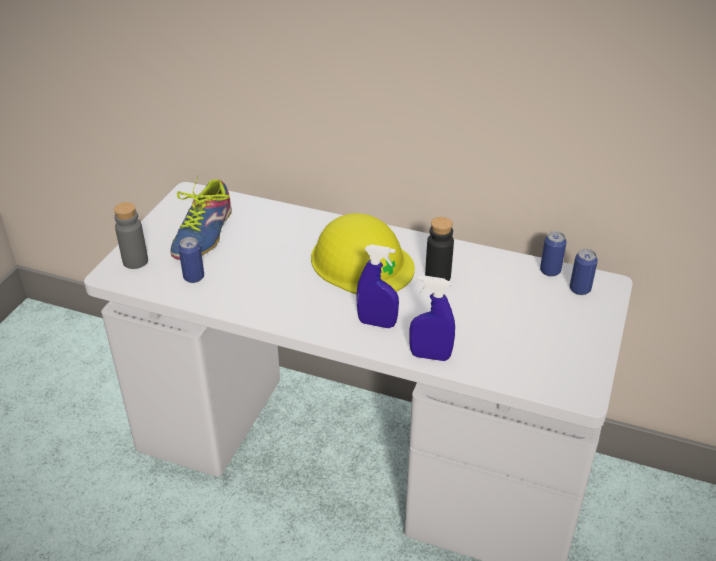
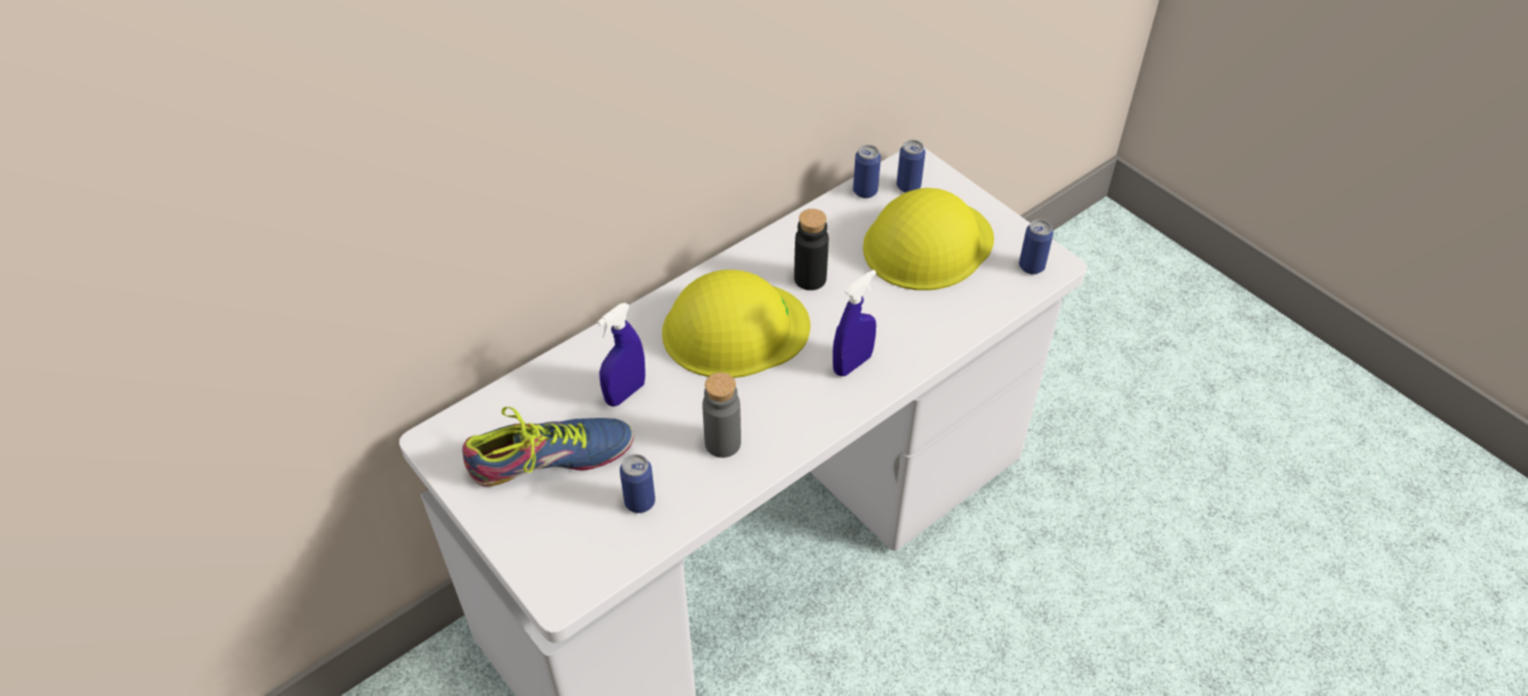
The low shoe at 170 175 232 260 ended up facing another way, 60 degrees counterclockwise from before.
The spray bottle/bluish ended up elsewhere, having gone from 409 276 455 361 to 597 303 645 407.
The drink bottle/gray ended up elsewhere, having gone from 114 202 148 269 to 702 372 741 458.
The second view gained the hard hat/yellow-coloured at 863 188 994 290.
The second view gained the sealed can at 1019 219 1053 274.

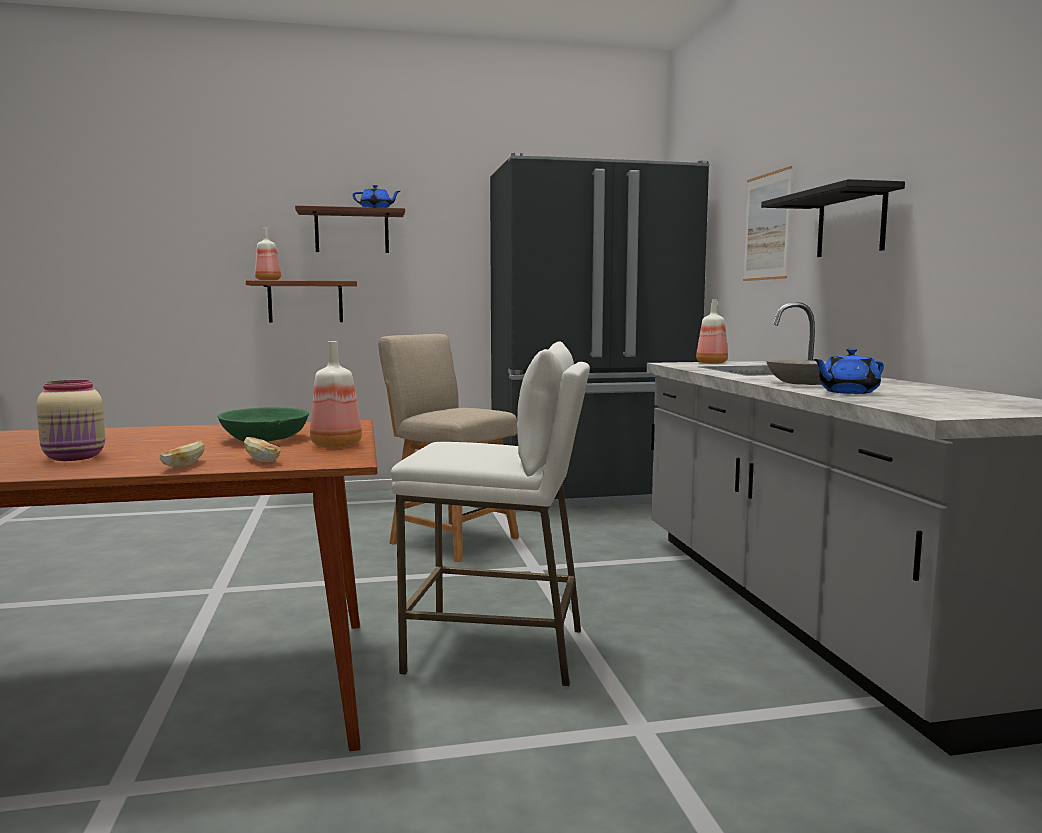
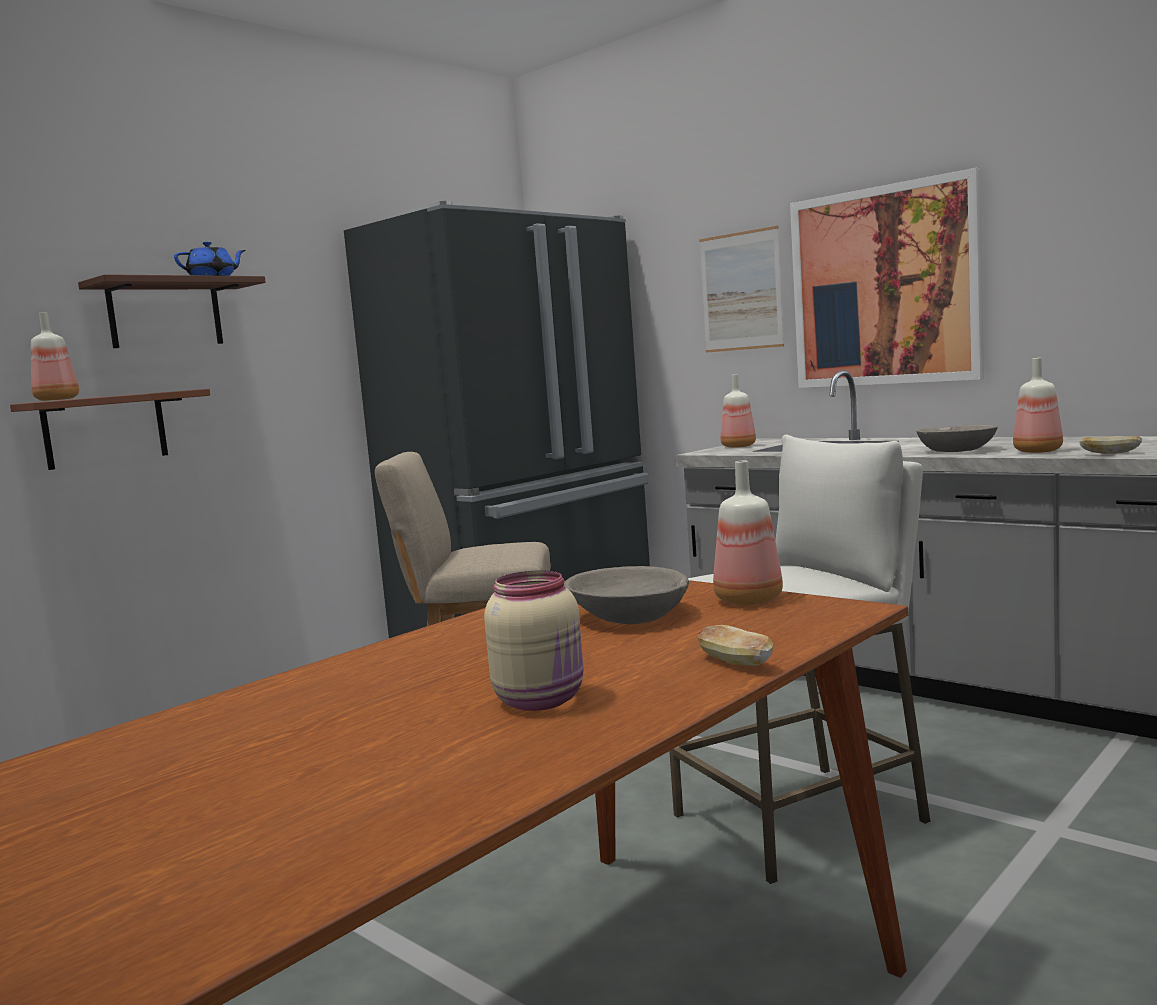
What was the bowl/green at 218 407 309 442 turned into the bowl/gray at 564 566 689 624.
Where the wall shelf/blackish hung at 761 179 905 257, the wall picture came to hang at 790 168 984 388.
Where the pot for tea/bluish stood at 813 348 884 394, the drink bottle came to stand at 1013 358 1063 453.
The bakery bread ended up elsewhere, having gone from 244 437 281 462 to 1079 436 1142 454.

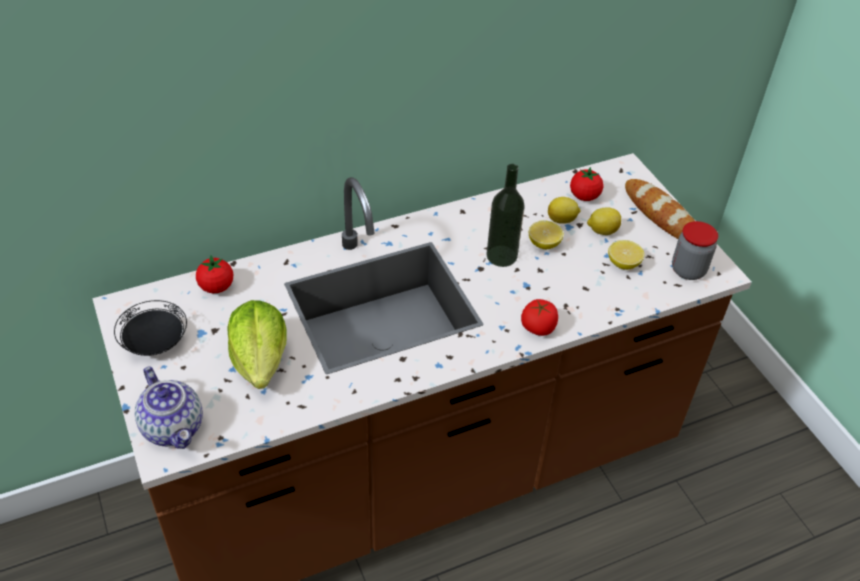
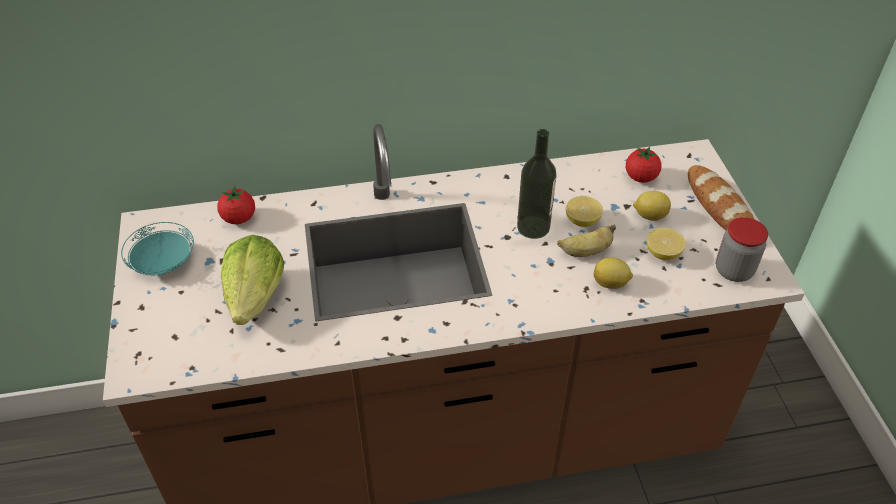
What was the dinner plate/blackish at 114 300 187 356 turned into the dinner plate/blue-green at 121 222 194 275.
The second view gained the whole banana at 557 224 616 257.
The citrus fruit ended up elsewhere, having gone from 548 197 580 224 to 594 257 633 289.
The second view lost the pot for tea at 135 367 203 449.
The second view lost the whole tomato at 521 299 558 336.

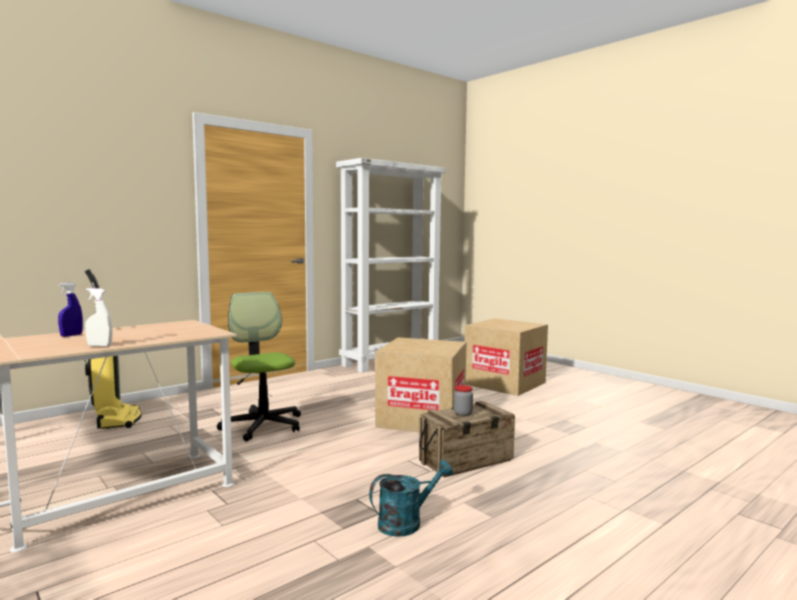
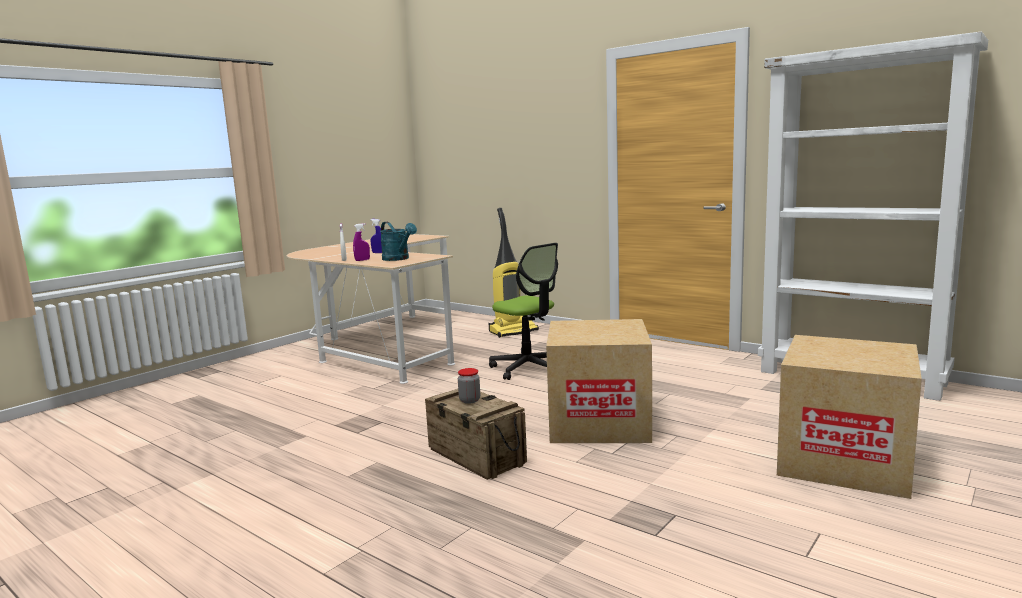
The second view gained the spray bottle/purple-coloured at 353 223 370 261.
The watering pot/blue-green ended up elsewhere, having gone from 369 460 453 537 to 380 222 417 261.
The desk chair at 217 292 301 441 ended up facing another way, 90 degrees clockwise from before.

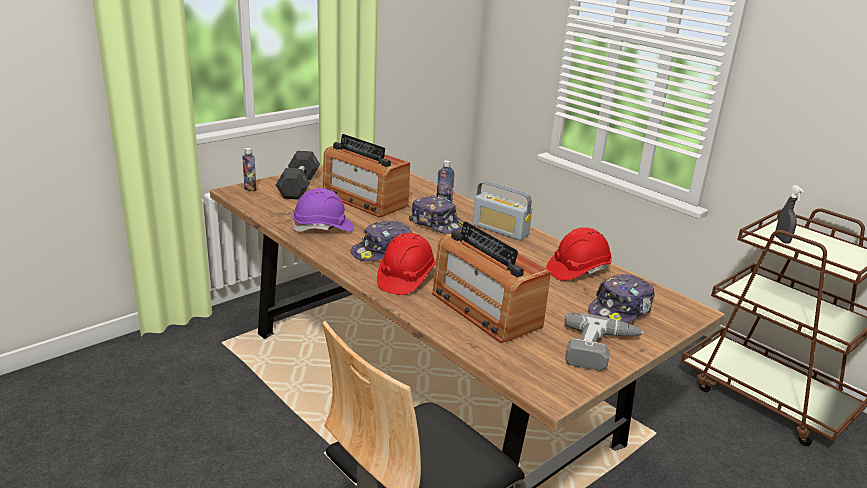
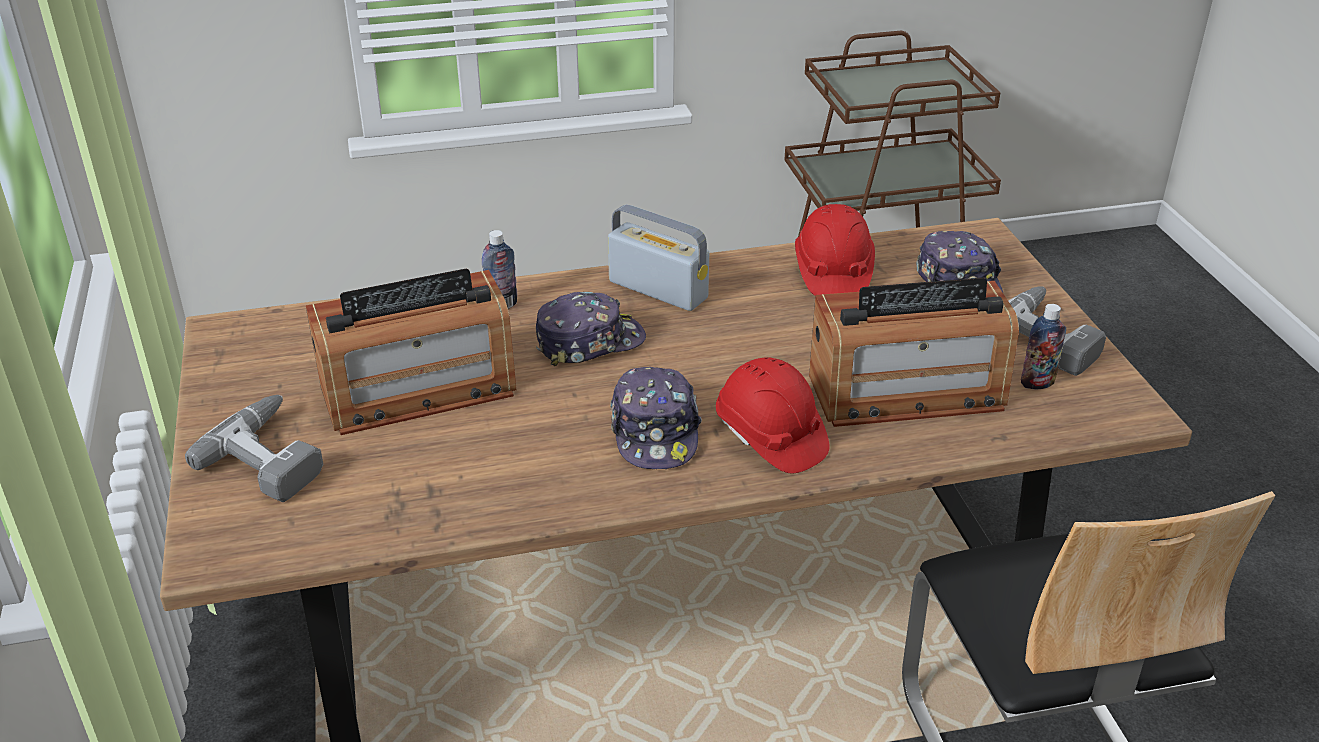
Where the dumbbell/gray stood at 276 150 320 200, the electric drill came to stand at 185 395 323 502.
The radio receiver at 473 181 532 240 ended up facing another way, 120 degrees counterclockwise from before.
The drink bottle ended up elsewhere, having gone from 242 148 256 192 to 1021 304 1066 389.
The second view lost the hard hat/purple-coloured at 292 188 354 232.
The second view lost the spray bottle/gray at 775 185 804 244.

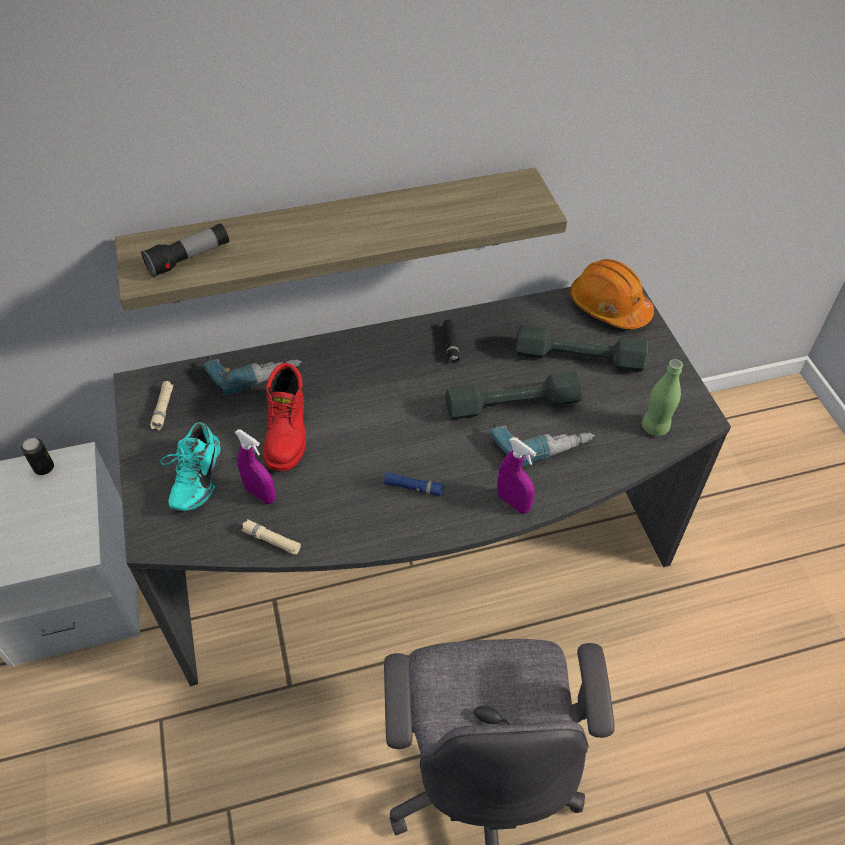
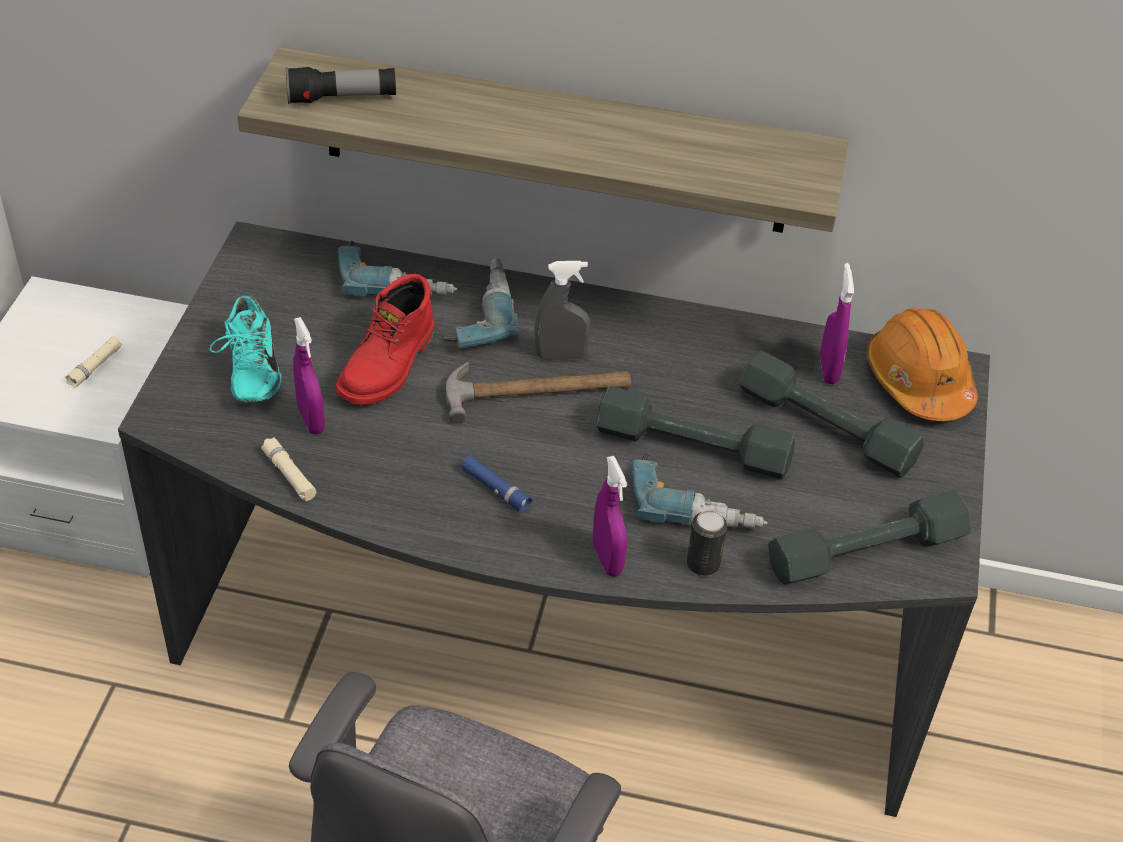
The torch/beige-coloured ended up elsewhere, having gone from 150 381 173 430 to 65 336 122 388.
The low shoe/blue-green at 160 422 221 511 ended up facing another way, 45 degrees counterclockwise from before.
The second view gained the electric drill at 444 258 518 349.
The second view gained the hand hammer at 446 362 631 423.
The second view gained the spray bottle/gray at 535 261 591 360.
The sealed can ended up elsewhere, having gone from 21 438 54 475 to 686 510 727 576.
Where the drink bottle/green stood at 642 359 683 436, the dumbbell/gray came to stand at 768 490 971 584.
The second view gained the spray bottle/purple-coloured at 820 263 854 384.
The second view lost the torch/blackish at 443 319 460 364.

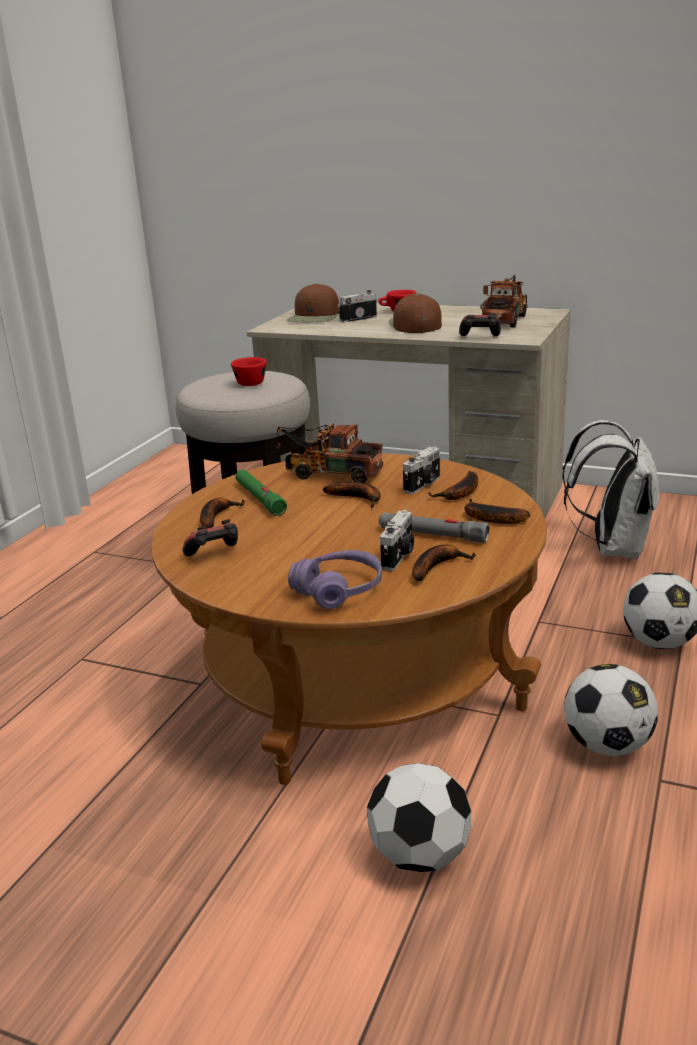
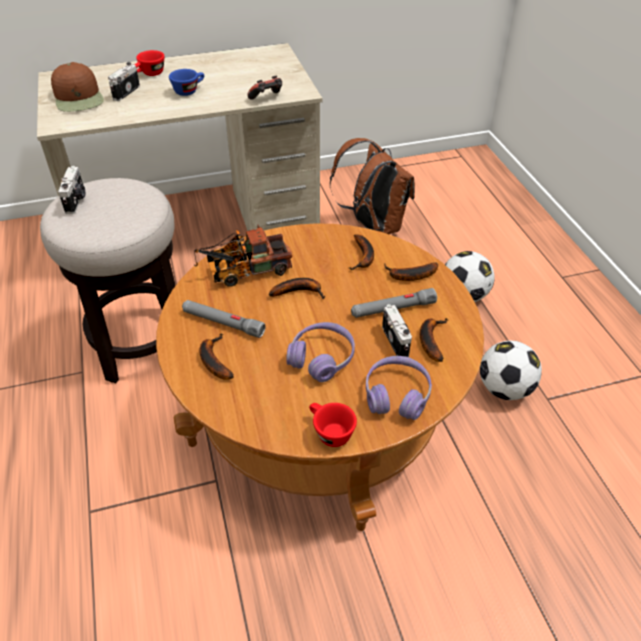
The still camera ended up elsewhere, having gone from 403 447 440 495 to 58 166 85 214.
Where the peaked cap/brownish stood at 388 294 442 333, the small cup/bluish came to stand at 169 69 204 96.
What was the torch/green at 235 470 287 516 turned into the torch/gray at 182 300 265 338.
The second view gained the headphones/purple-coloured at 286 322 355 382.
The small cup/reddish ended up elsewhere, having gone from 231 357 267 386 to 309 403 357 447.
What was the rucksack/white at 562 420 659 559 turned into the rucksack/brownish at 330 138 415 234.
The second view lost the gamepad at 183 519 238 556.
The second view lost the ball for football at 367 763 471 872.
The second view lost the toy truck at 480 275 528 327.

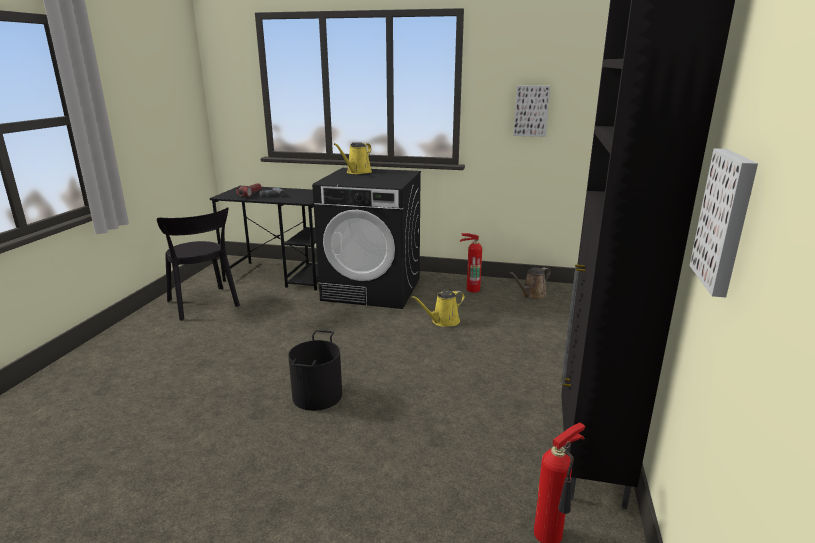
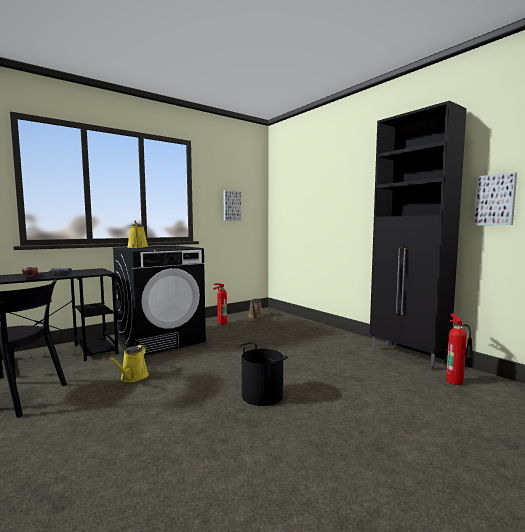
The watering pot/yellow-coloured ended up elsewhere, having gone from 411 290 465 326 to 109 345 149 382.

